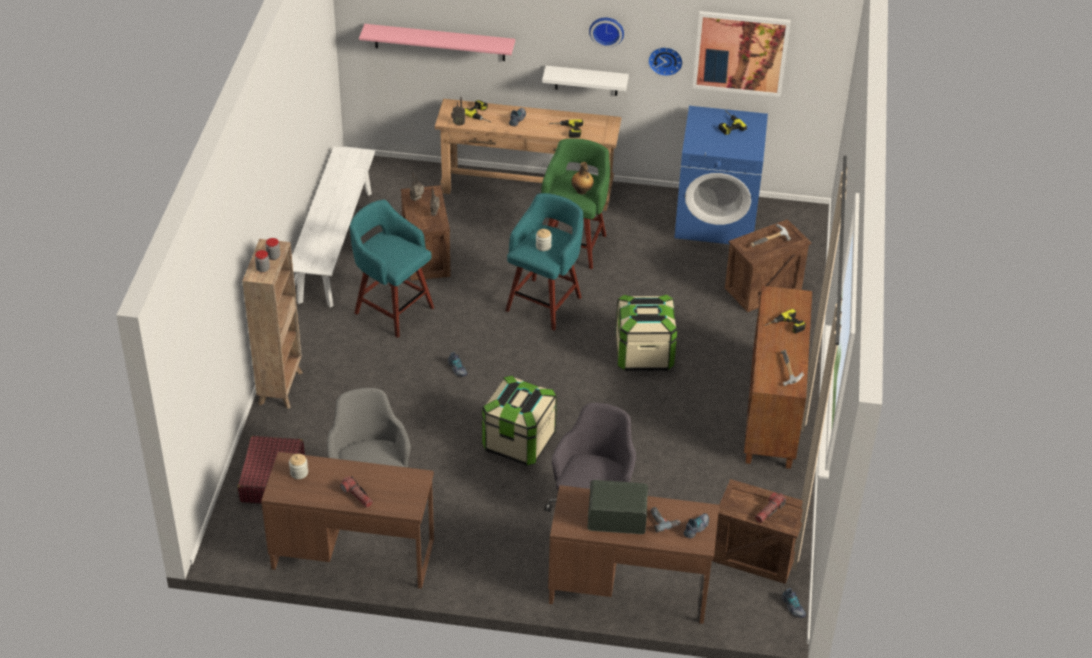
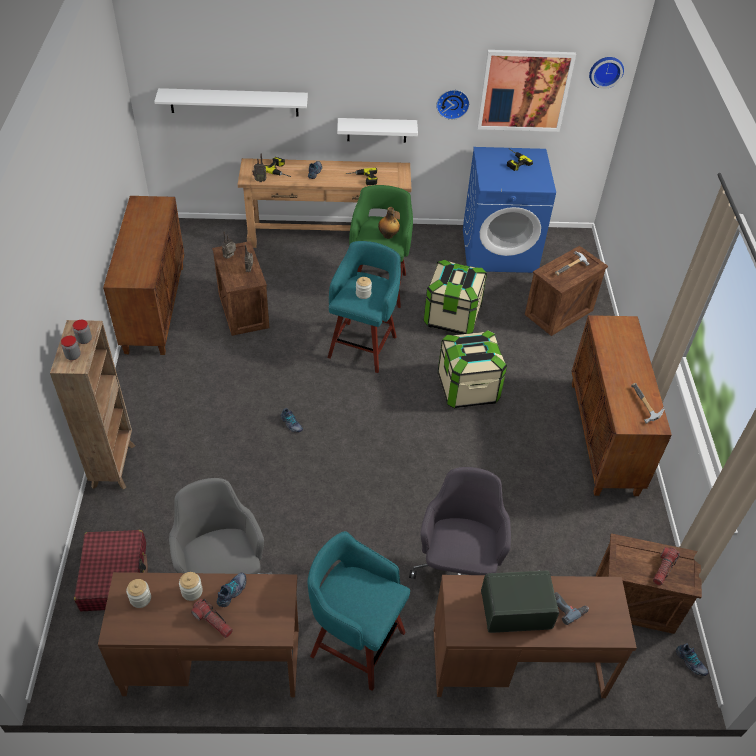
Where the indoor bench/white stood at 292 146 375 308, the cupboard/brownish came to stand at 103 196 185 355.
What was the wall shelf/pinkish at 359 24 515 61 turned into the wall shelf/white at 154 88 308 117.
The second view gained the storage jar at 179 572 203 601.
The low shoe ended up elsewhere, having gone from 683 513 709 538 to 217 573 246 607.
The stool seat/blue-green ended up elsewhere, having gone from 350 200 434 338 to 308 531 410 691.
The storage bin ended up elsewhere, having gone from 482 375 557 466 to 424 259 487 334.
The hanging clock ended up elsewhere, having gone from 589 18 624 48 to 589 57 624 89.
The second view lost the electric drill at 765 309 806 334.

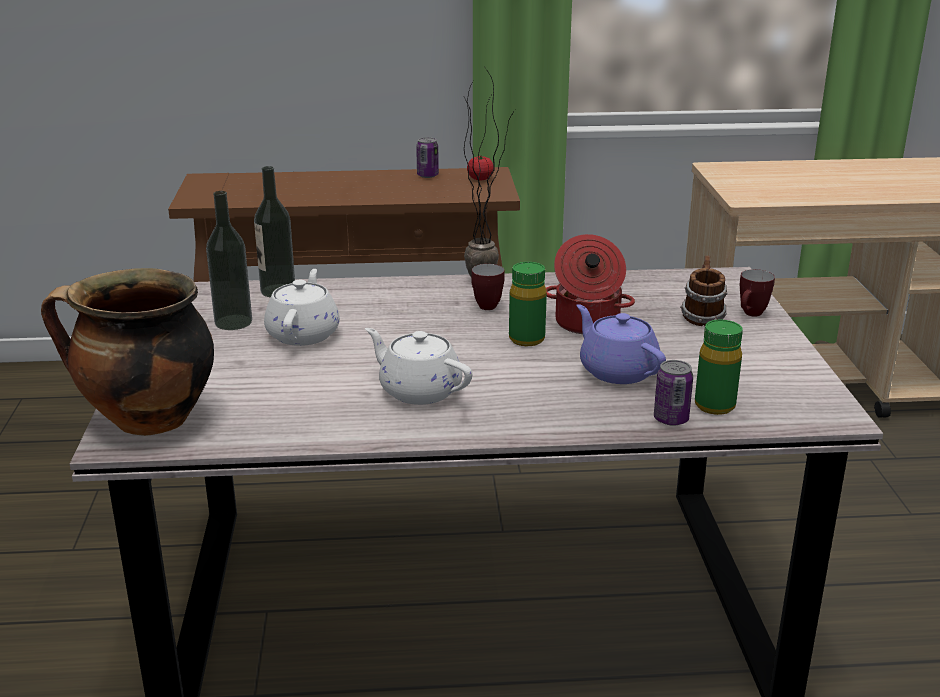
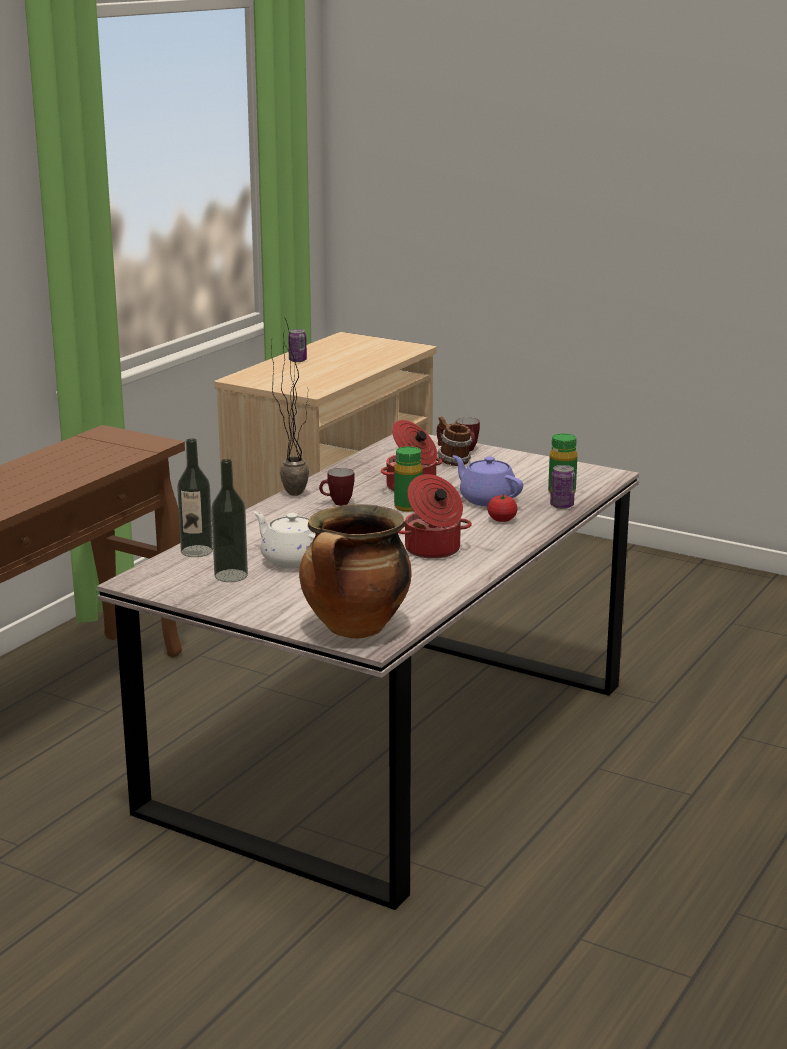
The sealed can ended up elsewhere, having gone from 416 137 439 178 to 288 329 307 362.
Where the pot for tea/white stood at 365 328 472 405, the cooking pot came to stand at 398 474 472 559.
The pot for tea/purple-coloured at 576 304 666 384 ended up facing another way, 45 degrees clockwise from before.
The whole tomato ended up elsewhere, having gone from 467 156 493 180 to 487 494 518 522.

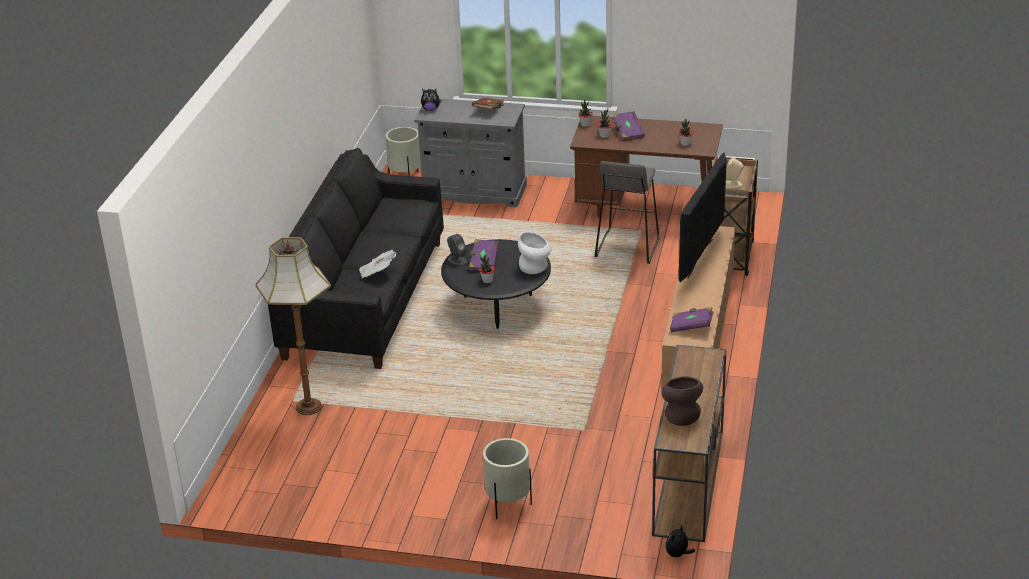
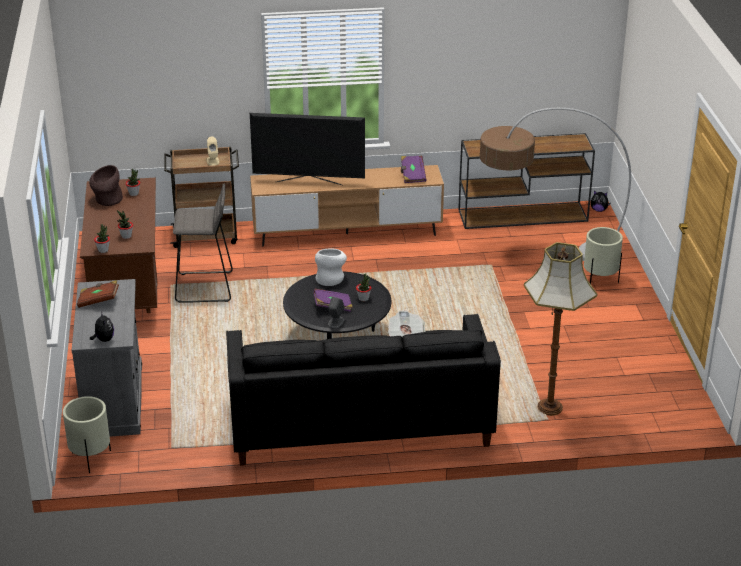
The decorative vase/brownish ended up elsewhere, having gone from 661 376 703 426 to 89 165 123 206.
The second view gained the floor lamp at 480 108 631 261.
The second view lost the volume/purple-coloured at 613 111 645 141.

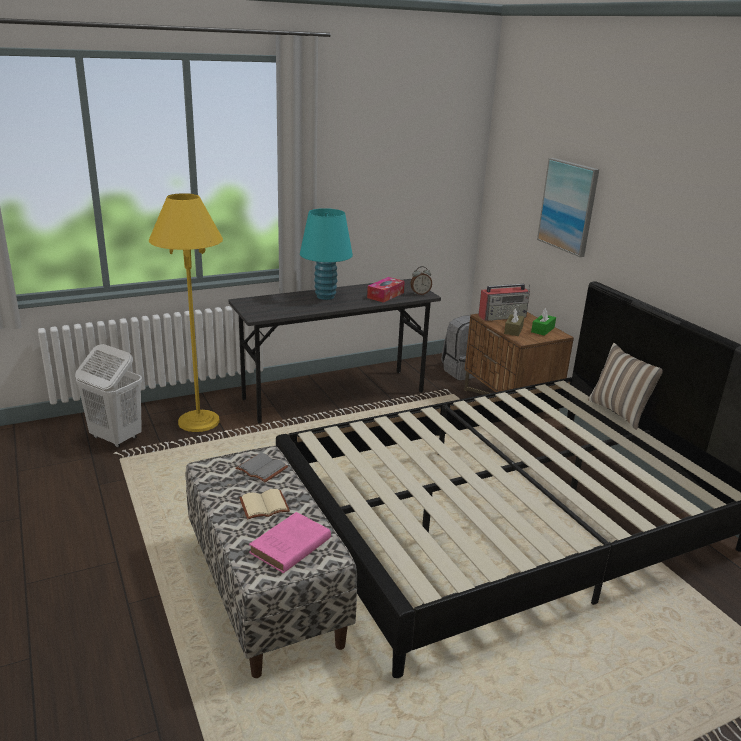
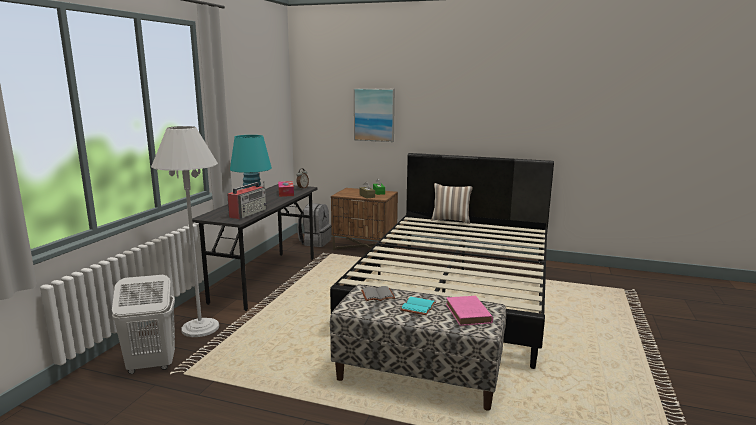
What was the floor lamp/yellow-coloured at 149 193 223 432 turned into the floor lamp/white at 151 126 219 337.
The radio receiver ended up elsewhere, having gone from 478 284 530 321 to 227 181 267 219.
What was the volume/beige-coloured at 239 489 290 520 turned into the volume/blue-green at 400 297 436 315.

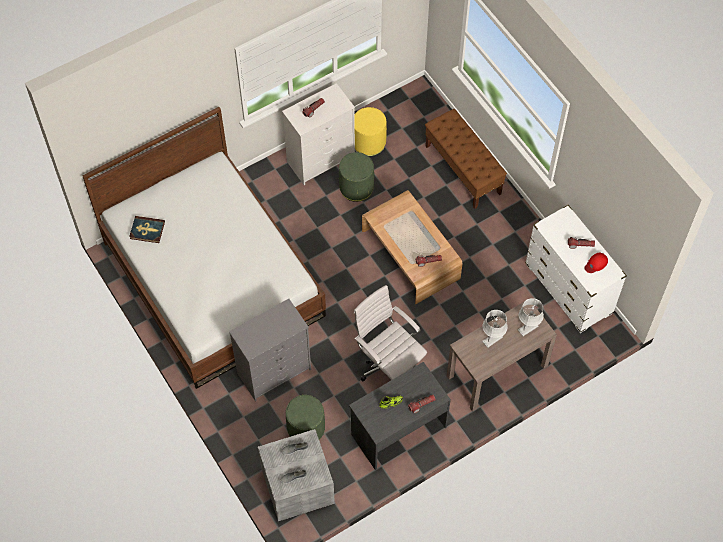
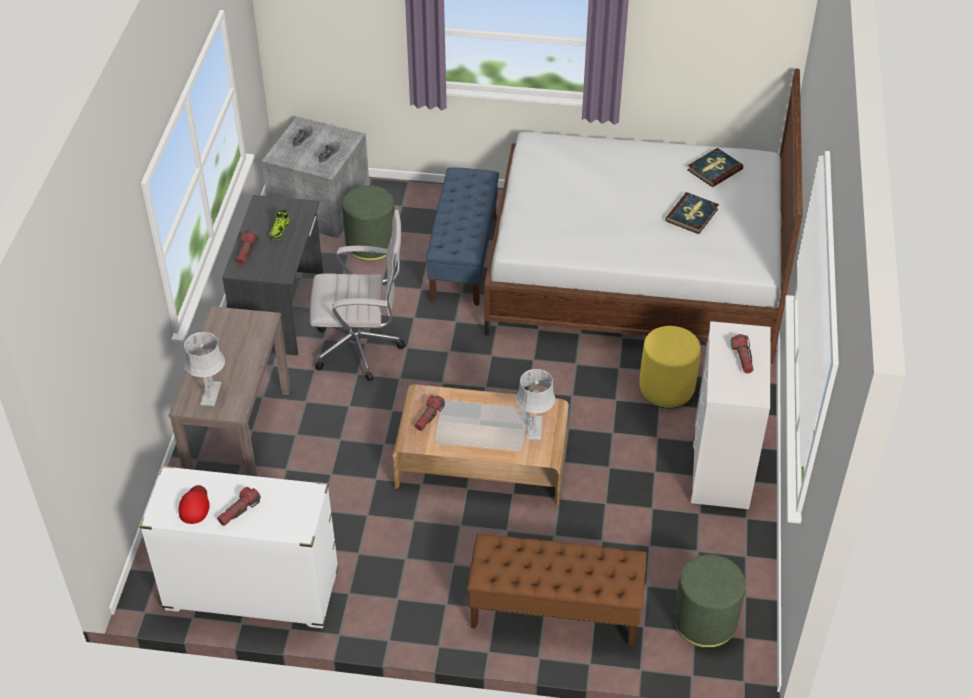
Where the chest of drawers/gray stood at 229 299 311 401, the indoor bench/bluish came to stand at 426 167 499 306.
The tabletop lamp/gray ended up elsewhere, having gone from 482 310 508 348 to 516 369 556 440.
The pouffe/yellow-coloured ended up elsewhere, having gone from 354 107 387 156 to 639 326 701 408.
The second view gained the volume at 665 192 719 234.
The pouffe/green ended up elsewhere, having gone from 339 152 374 202 to 674 554 745 648.

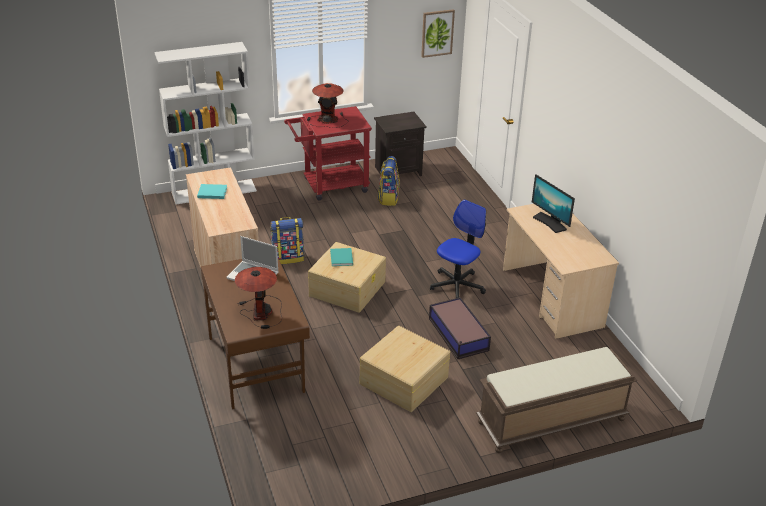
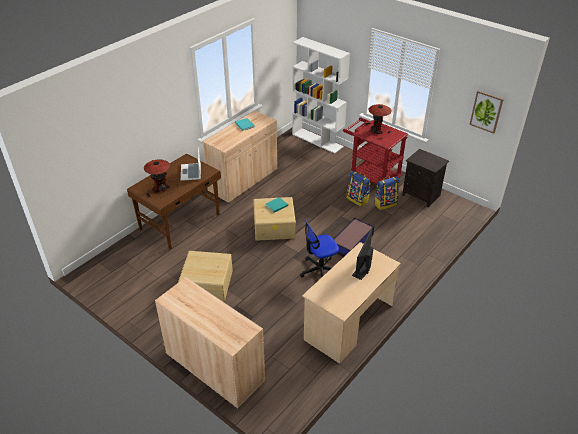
Where the indoor bench/brownish stood at 476 347 637 453, the cupboard/beige-coloured came to stand at 155 277 265 409.
The desk chair at 430 200 486 298 ended up facing another way, 150 degrees clockwise from before.
The storage bin ended up elsewhere, having gone from 429 297 491 359 to 333 218 374 257.
The rucksack ended up elsewhere, having gone from 270 217 304 264 to 347 171 370 207.

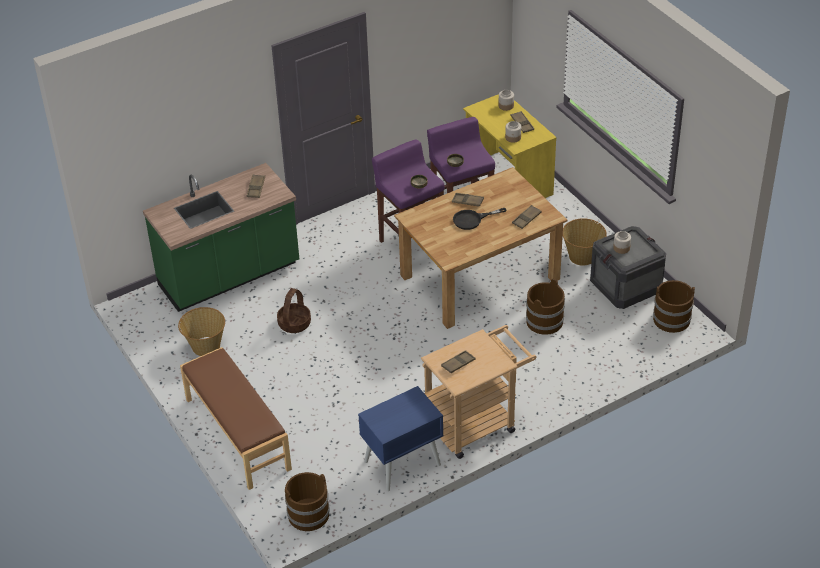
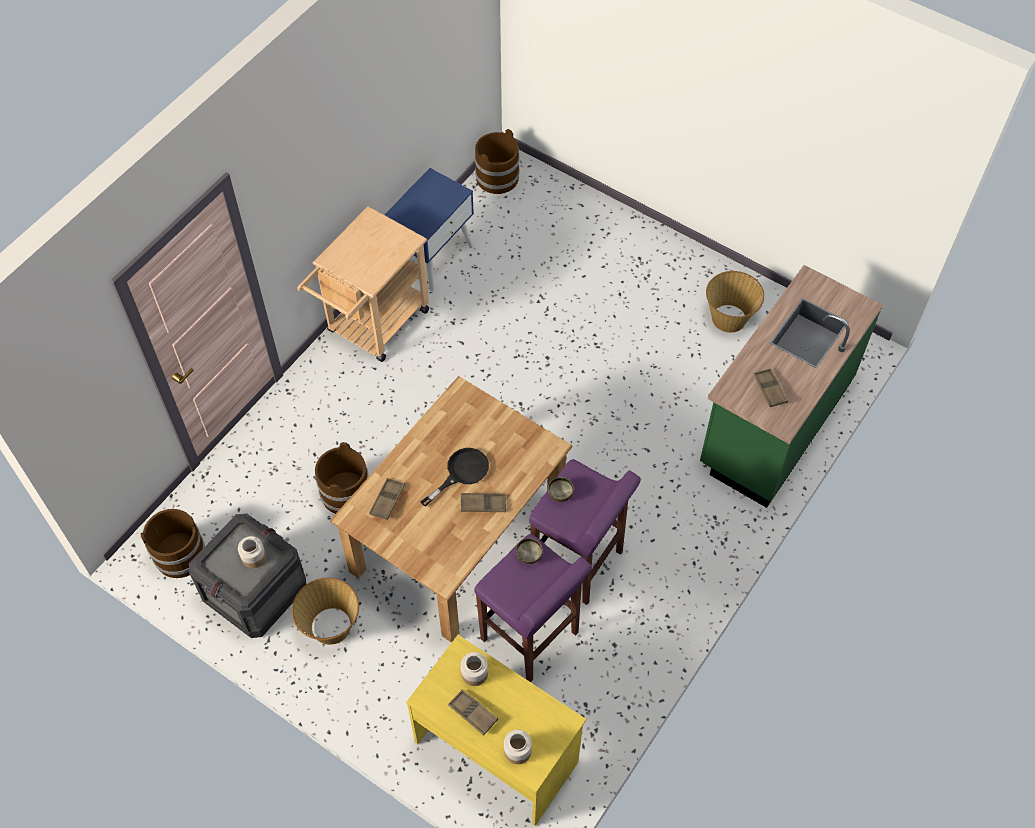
The second view lost the indoor bench/brownish at 180 347 292 490.
The second view lost the basket at 277 288 311 333.
The second view lost the tray/brownish at 441 350 476 373.

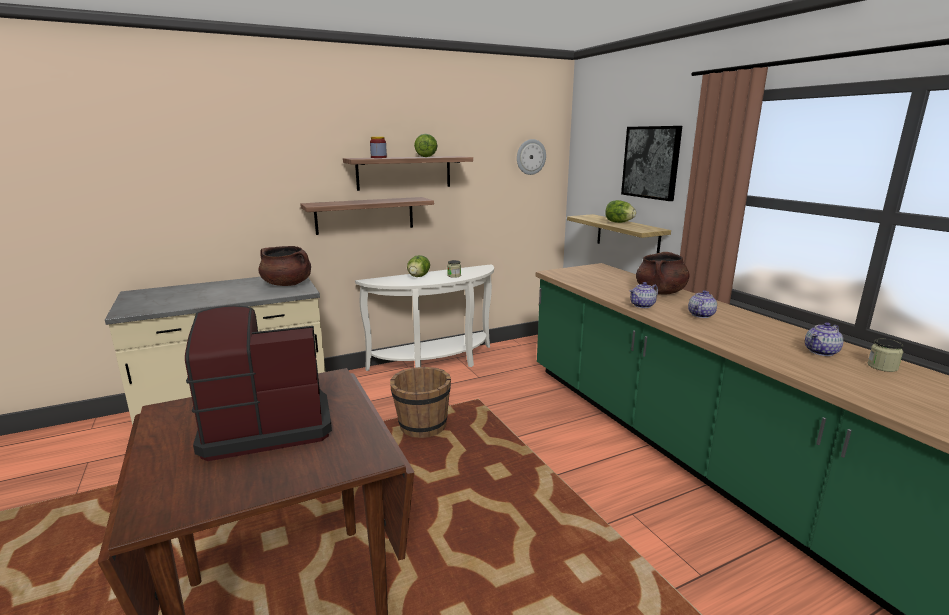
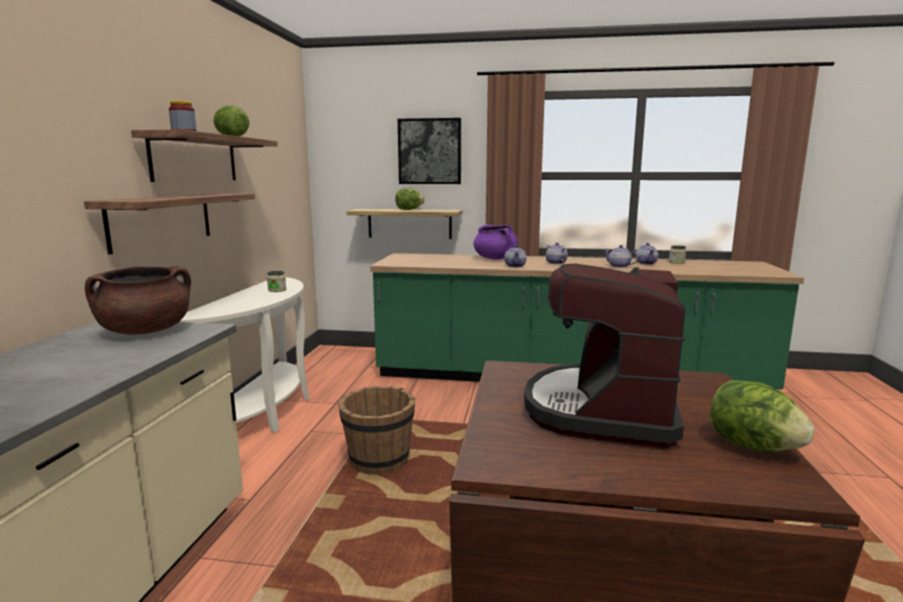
What was the cooking pot/brownish at 636 252 690 295 turned into the cooking pot/purple-coloured at 473 225 518 260.
The second view gained the pot for tea at 604 245 638 268.
The lettuce head ended up elsewhere, having gone from 407 255 430 277 to 710 380 815 452.
The second view lost the hanging clock at 517 139 546 175.

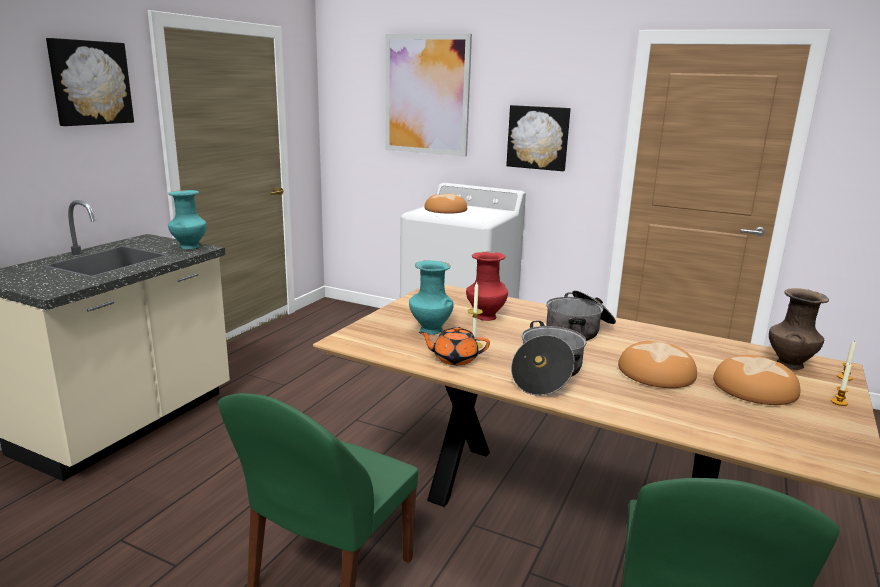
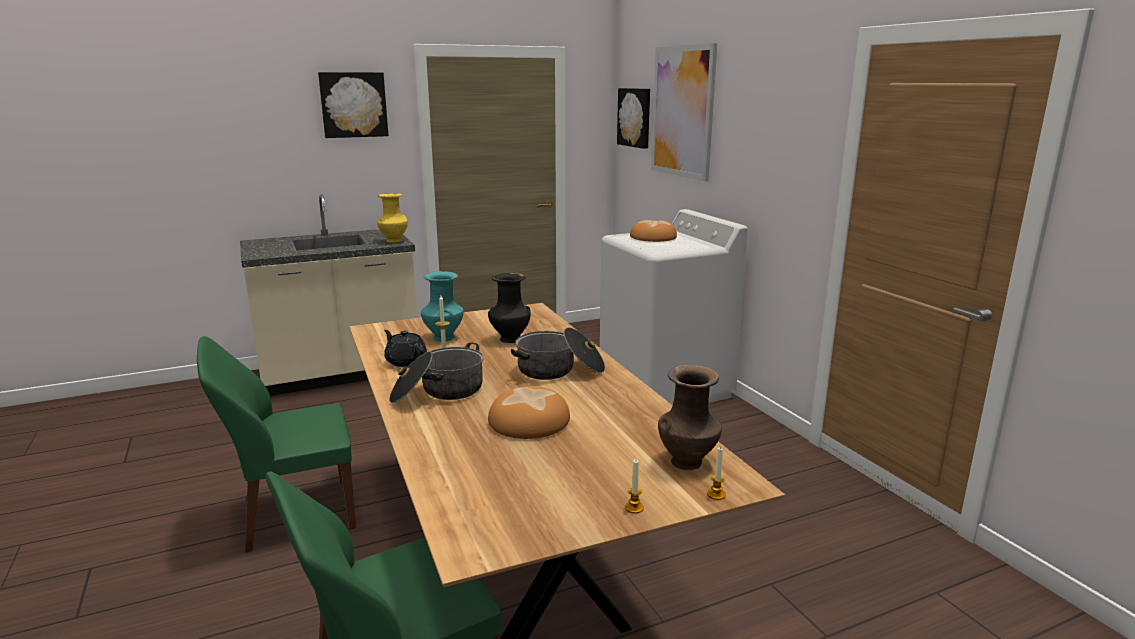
What was the decorative vase/blue-green at 168 190 207 249 turned into the decorative vase/yellow-coloured at 377 193 408 243.
What was the pot for tea/orangey at 419 326 490 365 turned into the pot for tea/blackish at 384 330 427 367.
What was the decorative vase/reddish at 466 252 508 321 turned into the decorative vase/blackish at 488 273 531 343.
The wall picture ended up elsewhere, having gone from 506 105 571 171 to 617 88 650 149.
The second view lost the bakery bread at 713 355 801 405.

